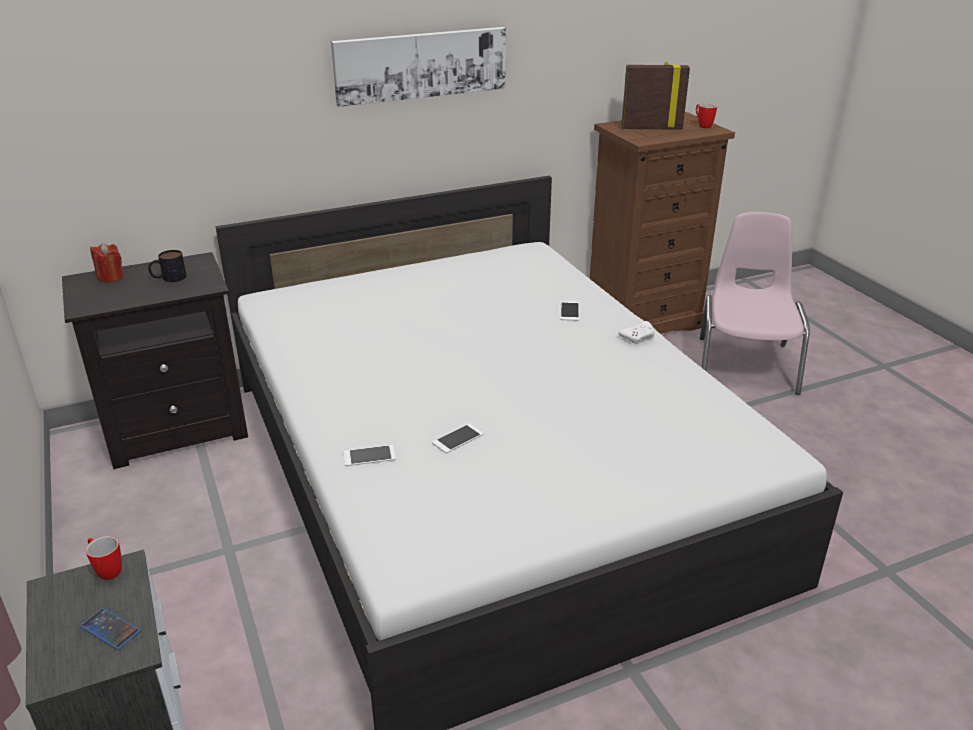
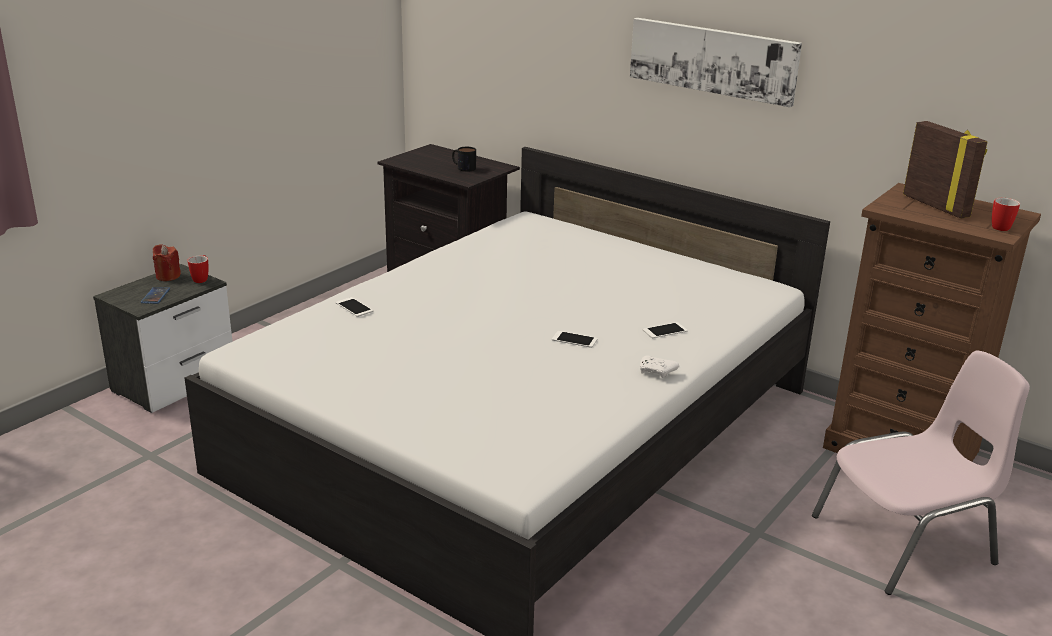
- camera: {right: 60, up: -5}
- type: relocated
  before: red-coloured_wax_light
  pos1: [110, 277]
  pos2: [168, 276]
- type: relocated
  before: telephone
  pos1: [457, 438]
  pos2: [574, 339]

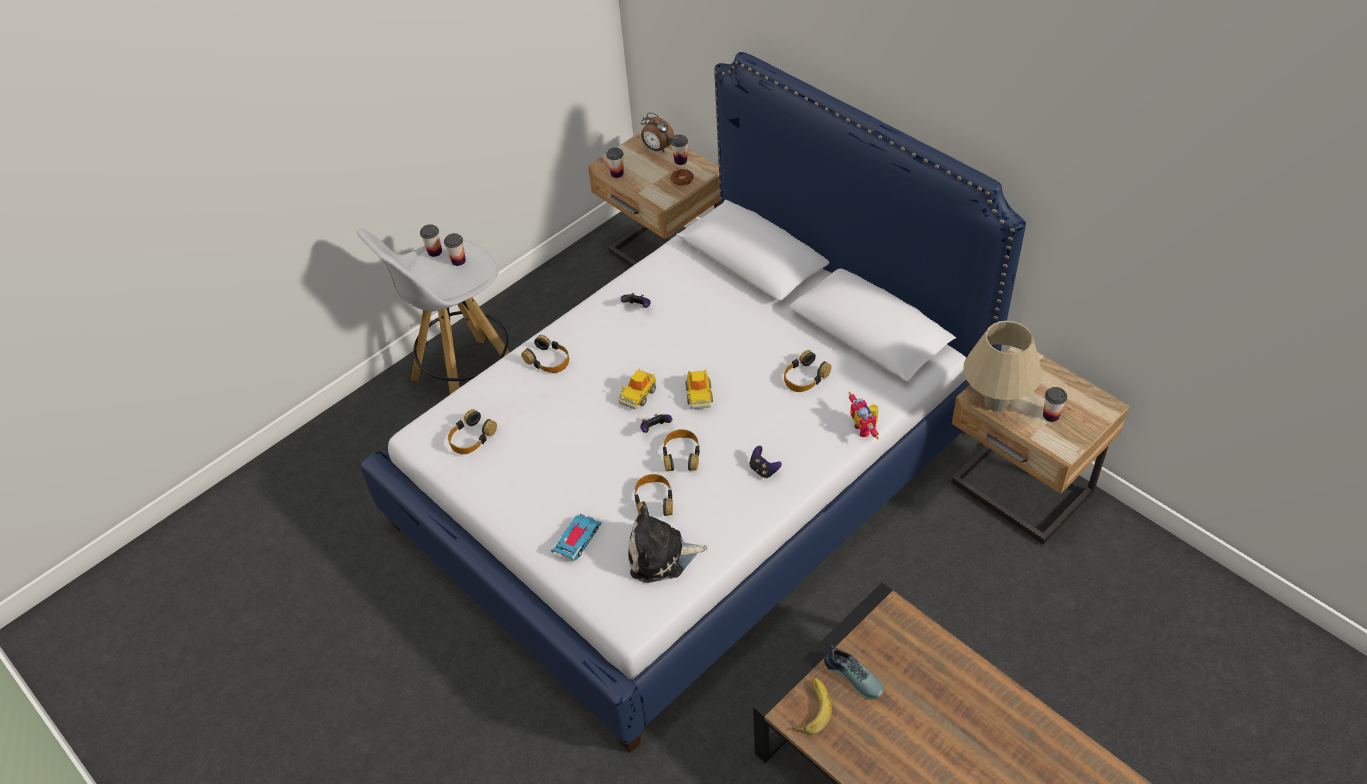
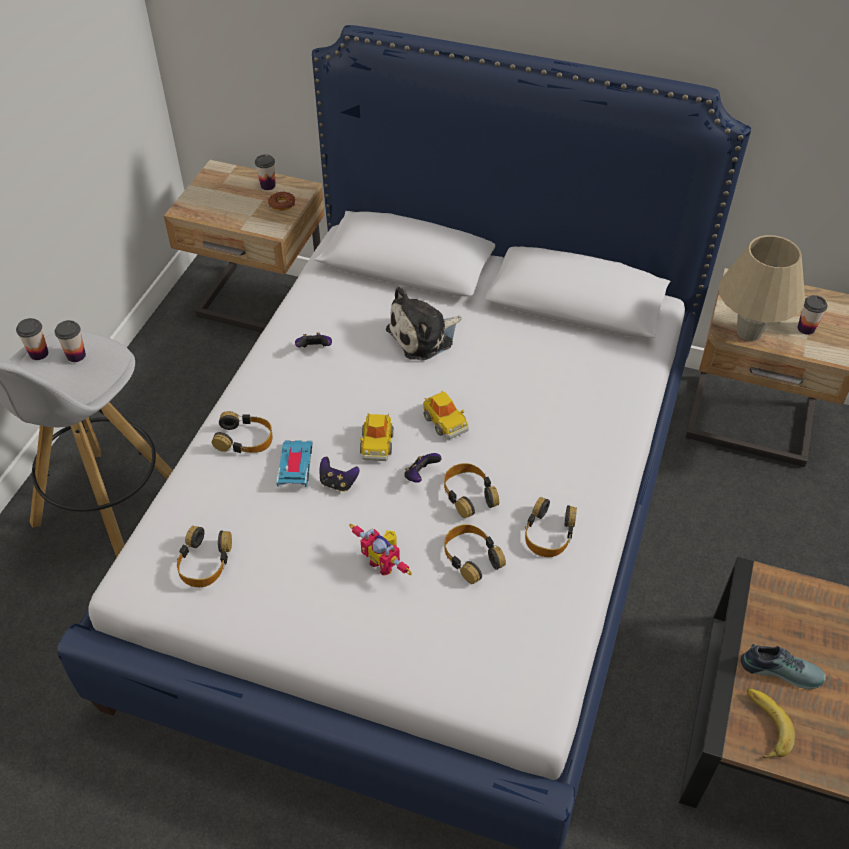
- camera: {right: -30, up: 0}
- type: missing
  before: cup
  pos1: [617, 173]
- type: missing
  before: alarm_clock
  pos1: [657, 149]
- type: relocated
  before: miniature_car
  pos1: [577, 539]
  pos2: [295, 466]
- type: relocated
  before: cuddly_toy
  pos1: [661, 556]
  pos2: [423, 336]
- type: relocated
  before: gamepad
  pos1: [763, 470]
  pos2: [338, 483]
- type: relocated
  before: pair_of_headphones
  pos1: [805, 377]
  pos2: [549, 533]
- type: relocated
  before: model_robot
  pos1: [865, 428]
  pos2: [384, 562]

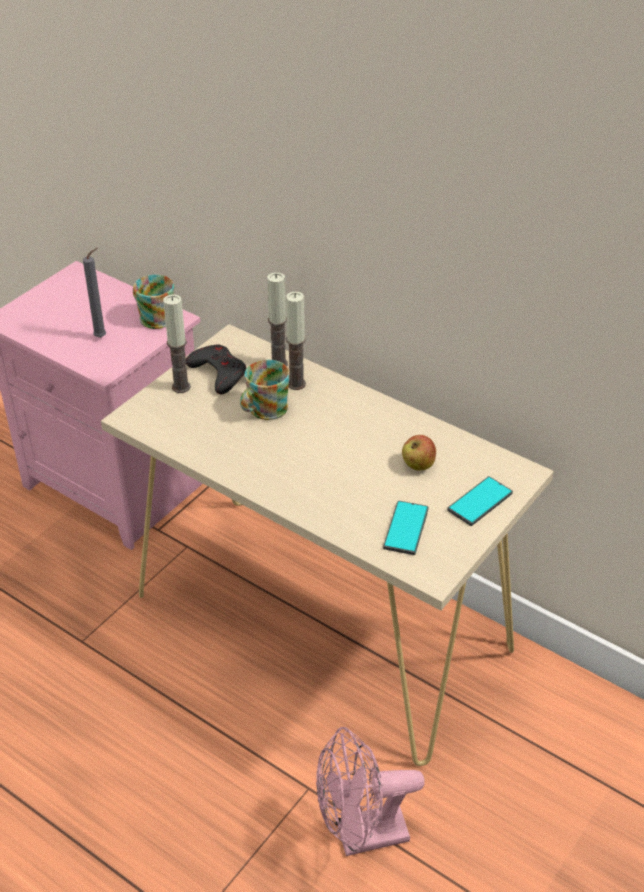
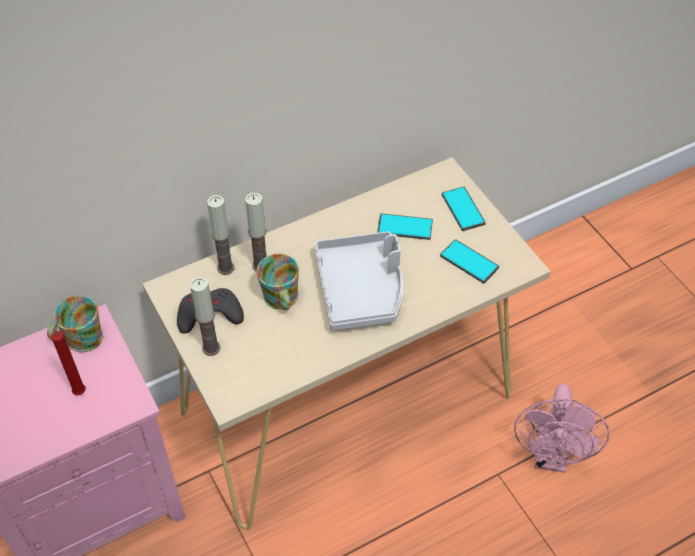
- camera: {right: -65, up: 10}
- type: appeared
  after: gray_serving_tray
  pos2: [361, 289]
- type: exchanged
  before: apple
  after: telephone
  pos1: [418, 465]
  pos2: [405, 227]
- type: colour
  before: gray_wax_light
  after: red-coloured_wax_light
  pos1: [102, 337]
  pos2: [80, 390]

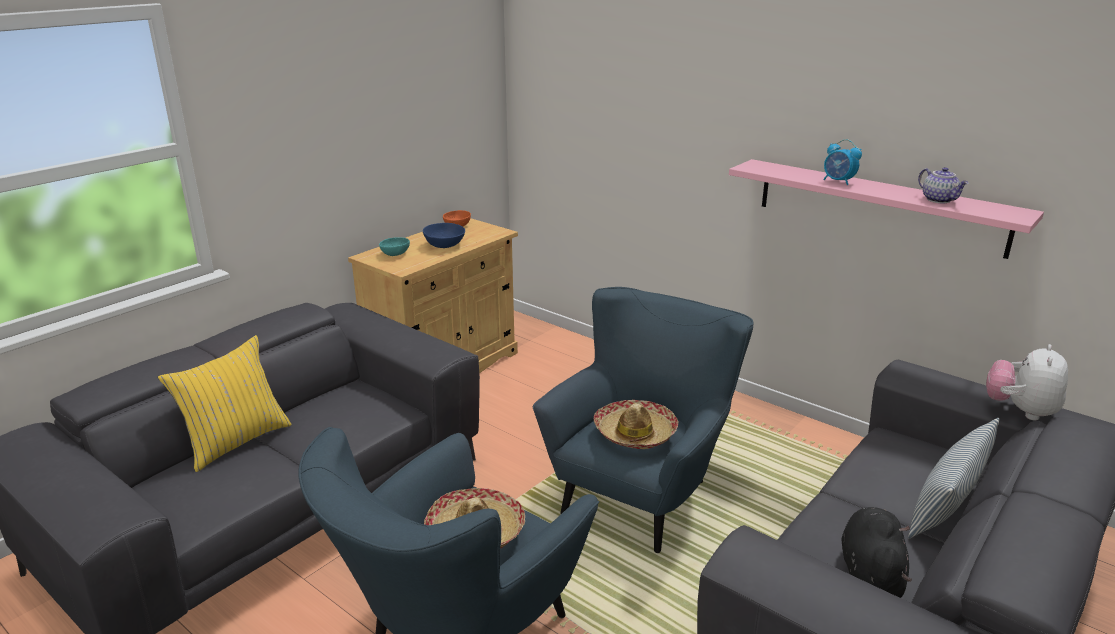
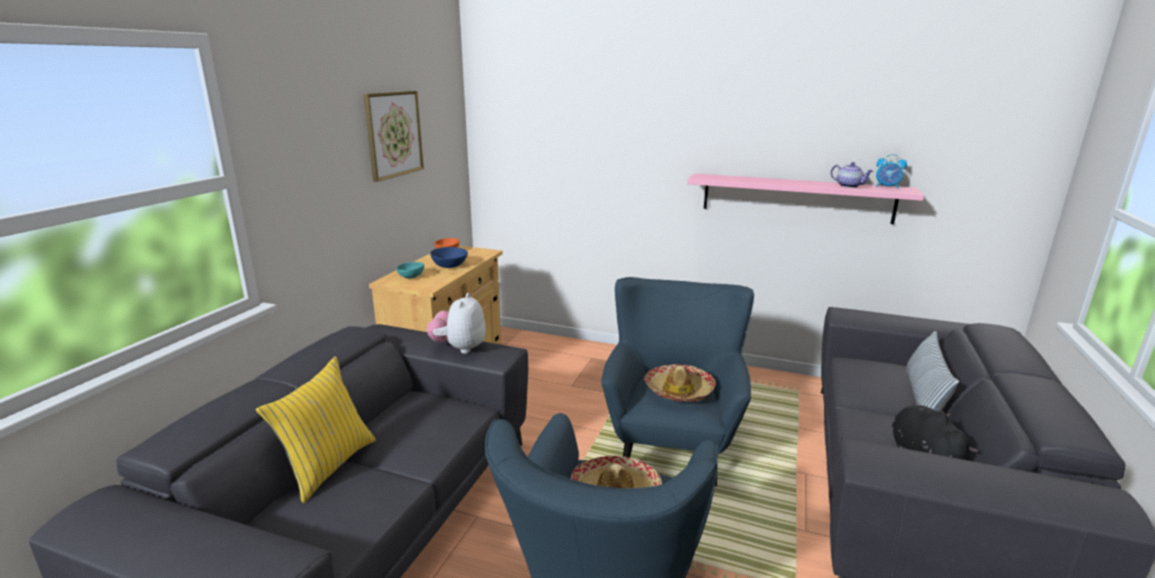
- camera: {right: -20, up: -5}
- type: appeared
  after: wall_art
  pos2: [393, 134]
- type: relocated
  before: alarm_clock
  pos1: [838, 181]
  pos2: [887, 187]
- type: relocated
  before: cuddly_toy
  pos1: [1020, 411]
  pos2: [459, 348]

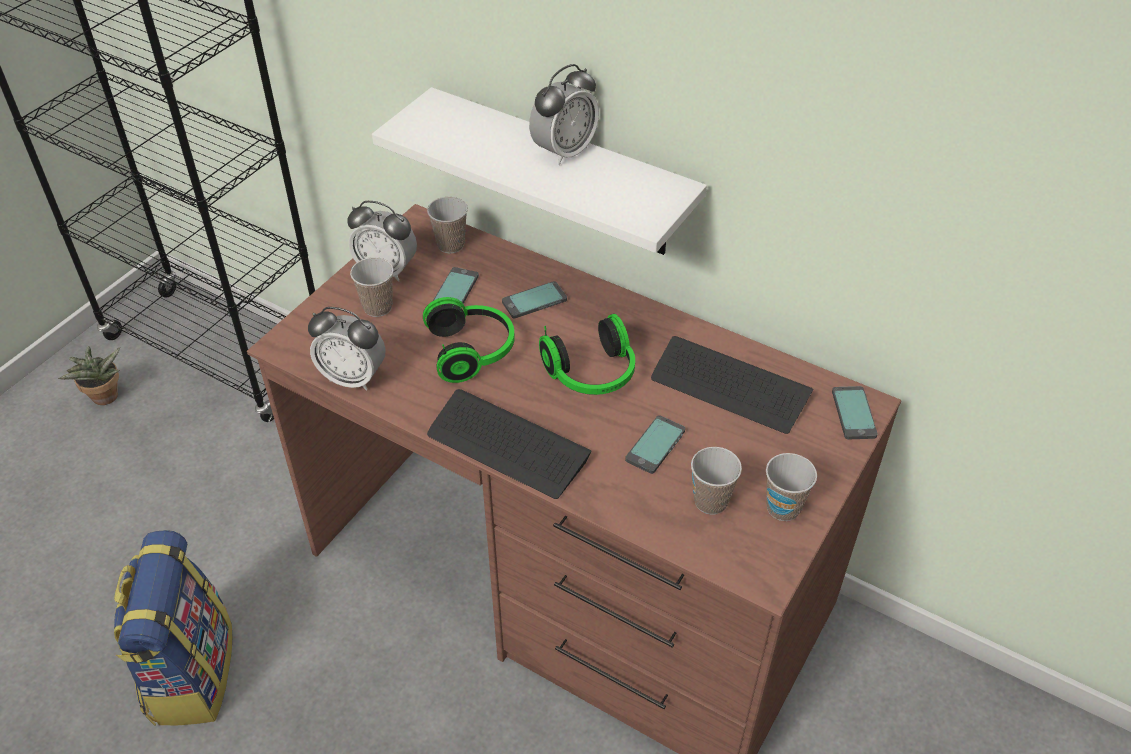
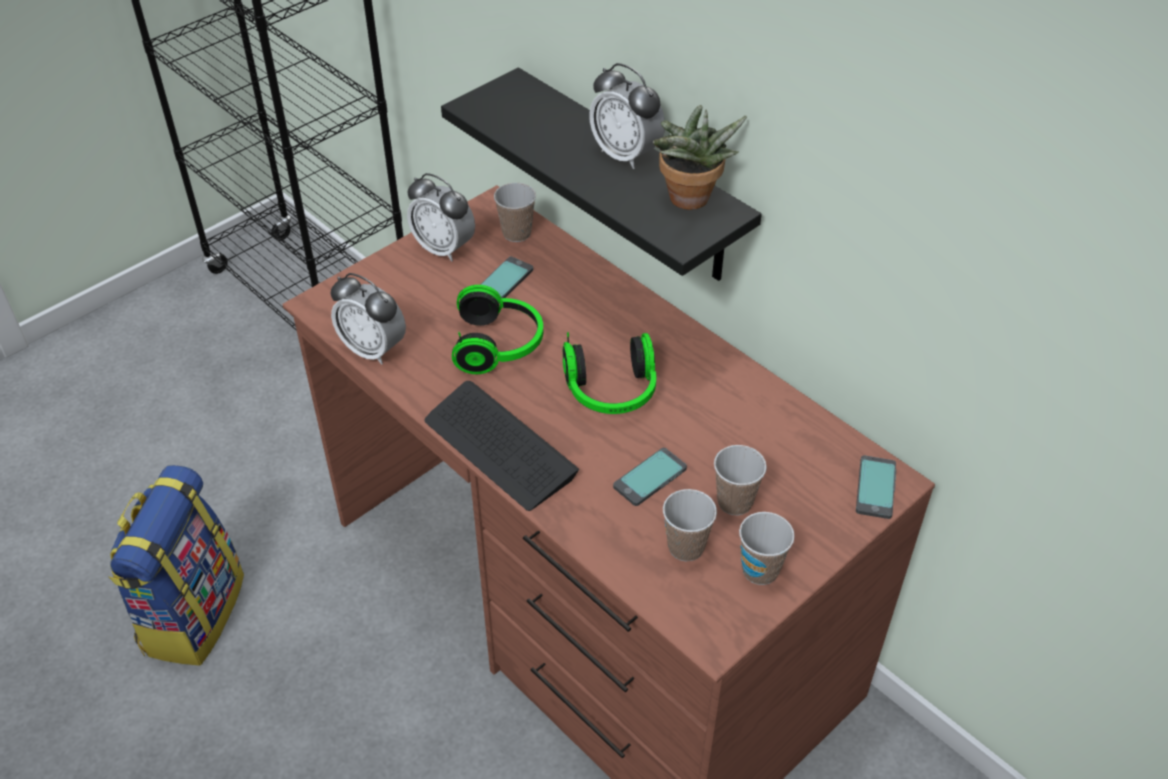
- camera: {right: 15, up: 0}
- type: missing
  before: telephone
  pos1: [534, 301]
- type: missing
  before: computer_keyboard
  pos1: [729, 387]
- type: relocated
  before: plant_in_a_pot
  pos1: [105, 399]
  pos2: [690, 202]
- type: relocated
  before: cup
  pos1: [377, 307]
  pos2: [734, 502]
- type: colour
  before: whitish_bracket_shelf
  after: black_bracket_shelf
  pos1: [562, 174]
  pos2: [630, 178]
- type: spun
  before: alarm_clock
  pos1: [564, 152]
  pos2: [626, 155]
  turn: 75

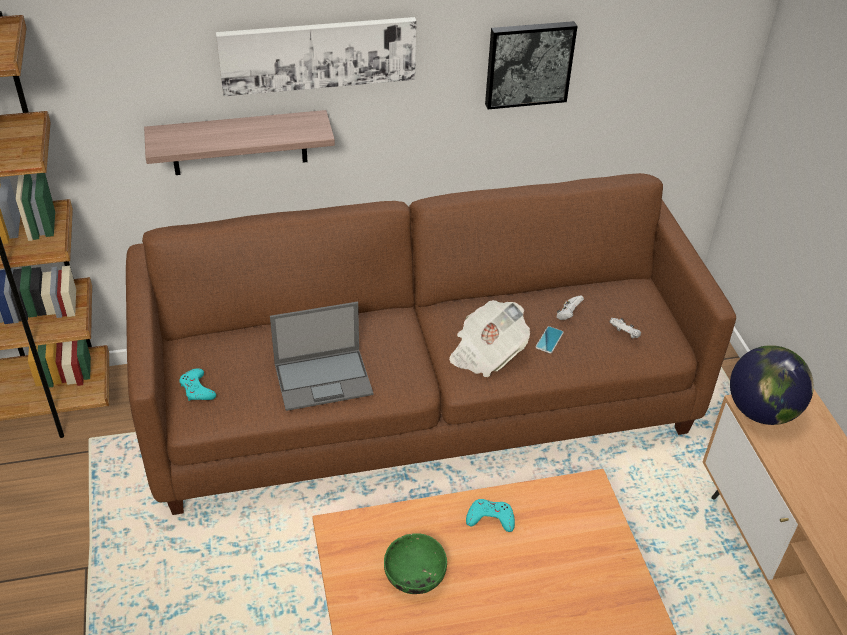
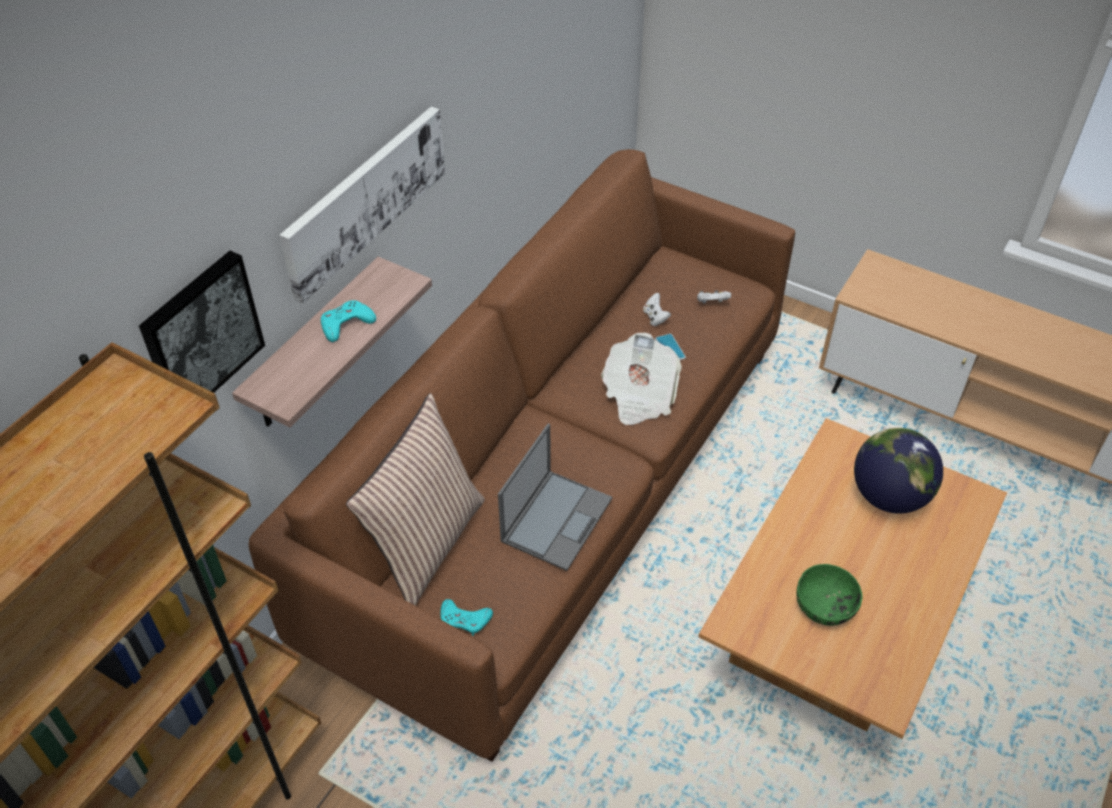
- camera: {right: -45, up: 5}
- type: appeared
  after: throw_pillow
  pos2: [426, 543]
- type: relocated
  before: blue-green_gamepad
  pos1: [490, 518]
  pos2: [346, 324]
- type: relocated
  before: wall_art
  pos1: [528, 63]
  pos2: [200, 333]
- type: relocated
  before: globe
  pos1: [761, 411]
  pos2: [889, 496]

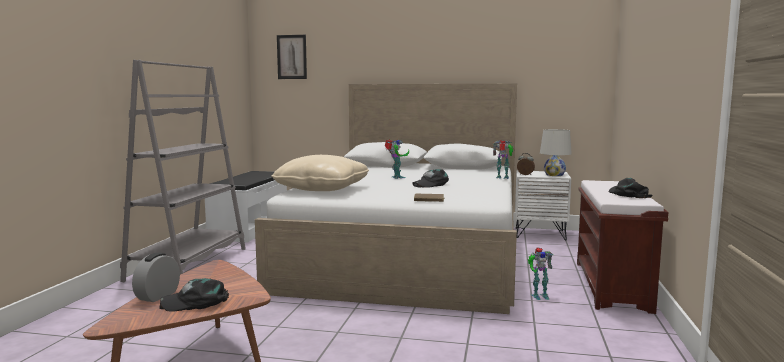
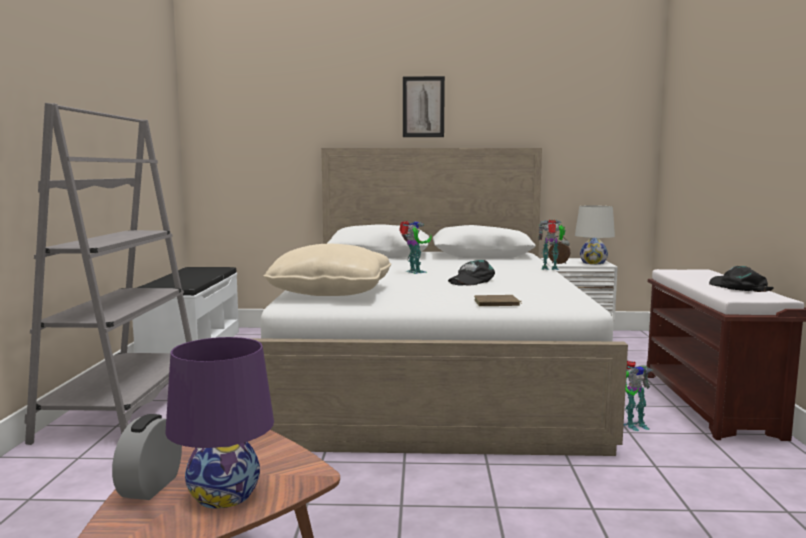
- camera: {right: -10, up: 0}
- type: relocated
  before: wall_art
  pos1: [292, 57]
  pos2: [423, 107]
- type: exchanged
  before: black_peaked_cap
  after: purple_lamp_for_a_table
  pos1: [196, 302]
  pos2: [224, 494]

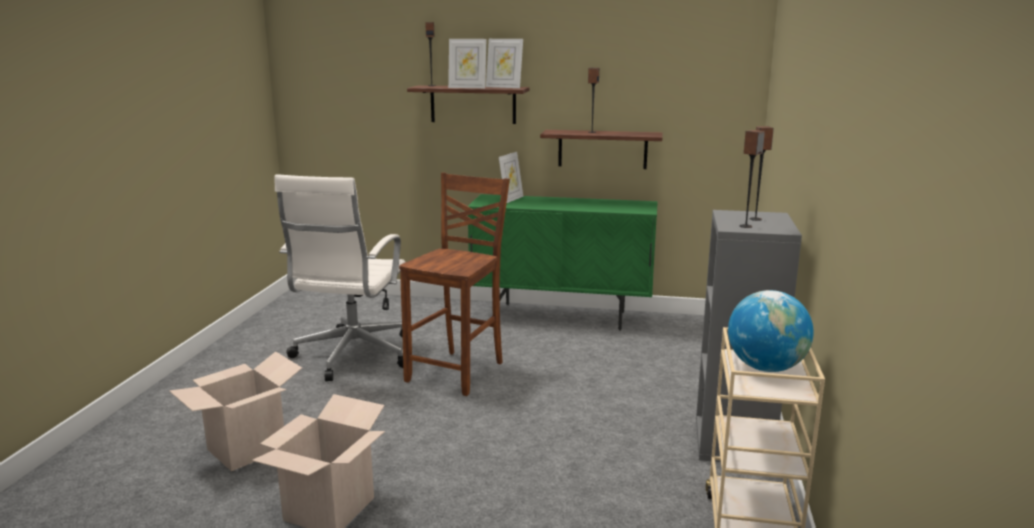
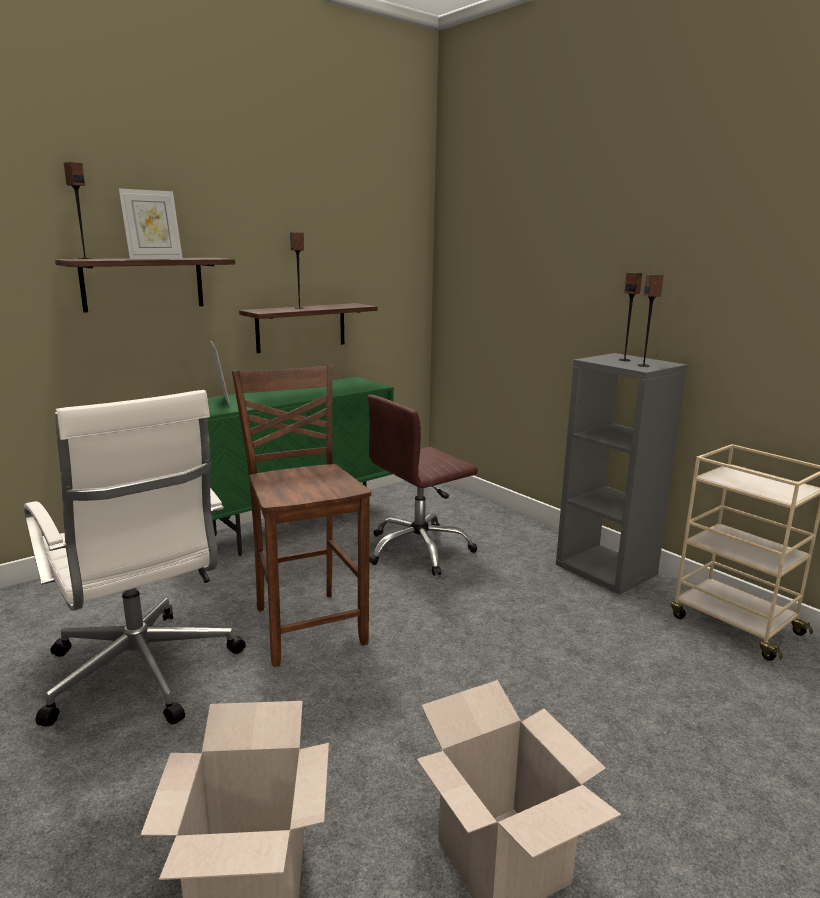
- camera: {right: -50, up: 0}
- type: missing
  before: photo_frame
  pos1: [504, 87]
- type: missing
  before: globe
  pos1: [765, 368]
- type: appeared
  after: brown-coloured_desk_chair
  pos2: [419, 550]

